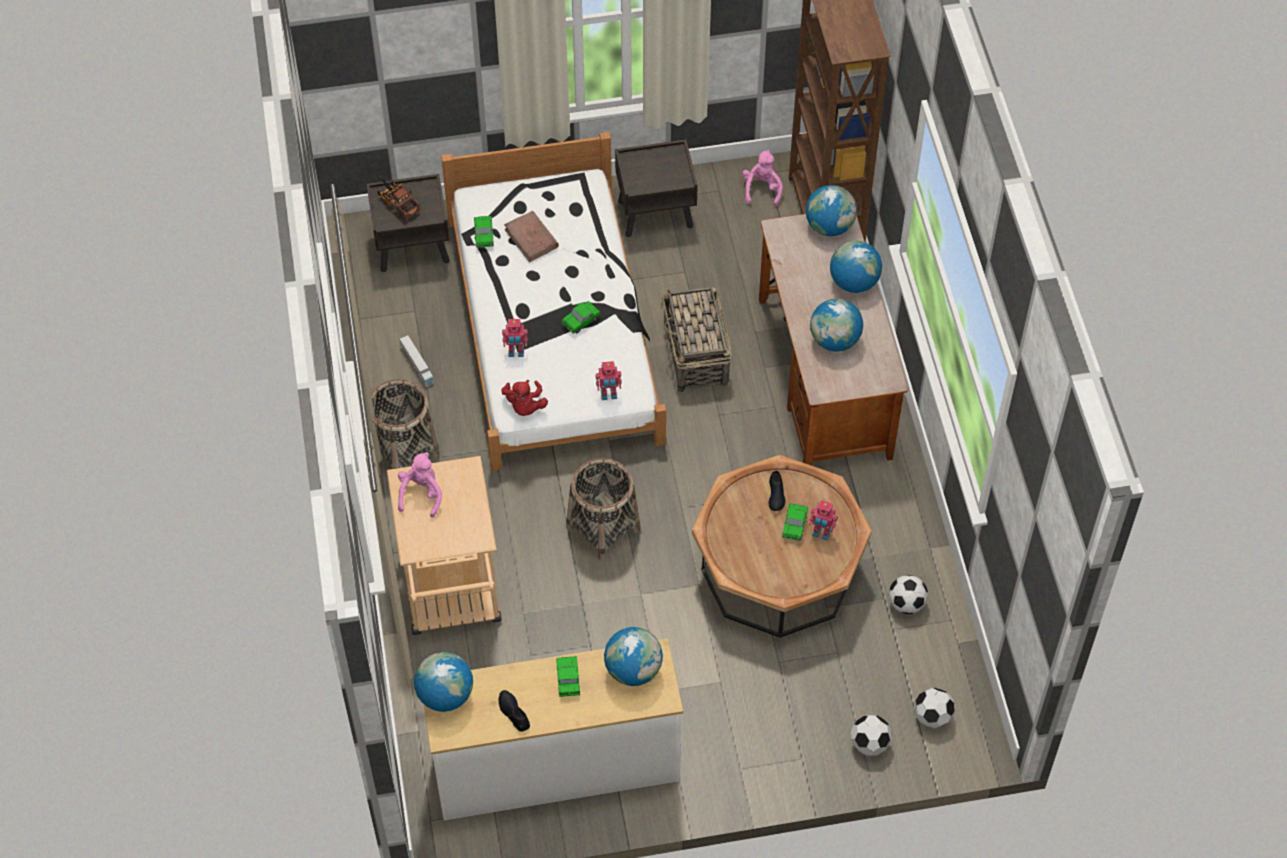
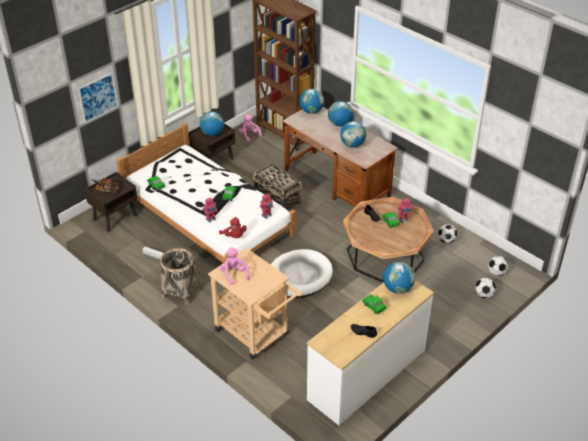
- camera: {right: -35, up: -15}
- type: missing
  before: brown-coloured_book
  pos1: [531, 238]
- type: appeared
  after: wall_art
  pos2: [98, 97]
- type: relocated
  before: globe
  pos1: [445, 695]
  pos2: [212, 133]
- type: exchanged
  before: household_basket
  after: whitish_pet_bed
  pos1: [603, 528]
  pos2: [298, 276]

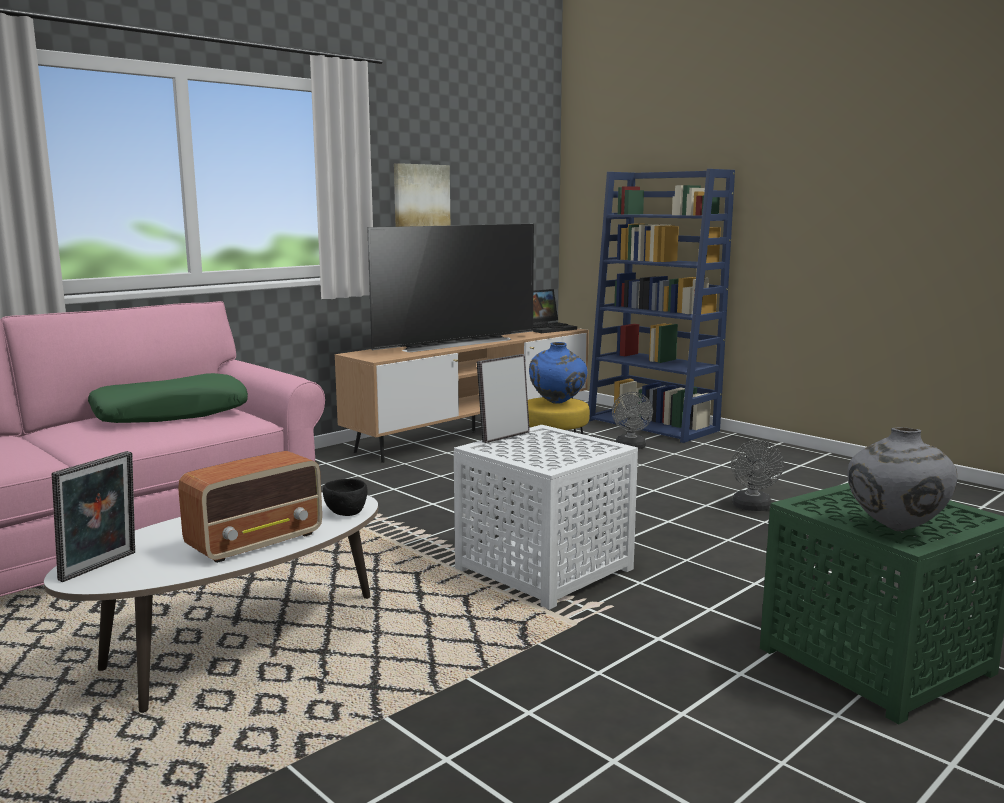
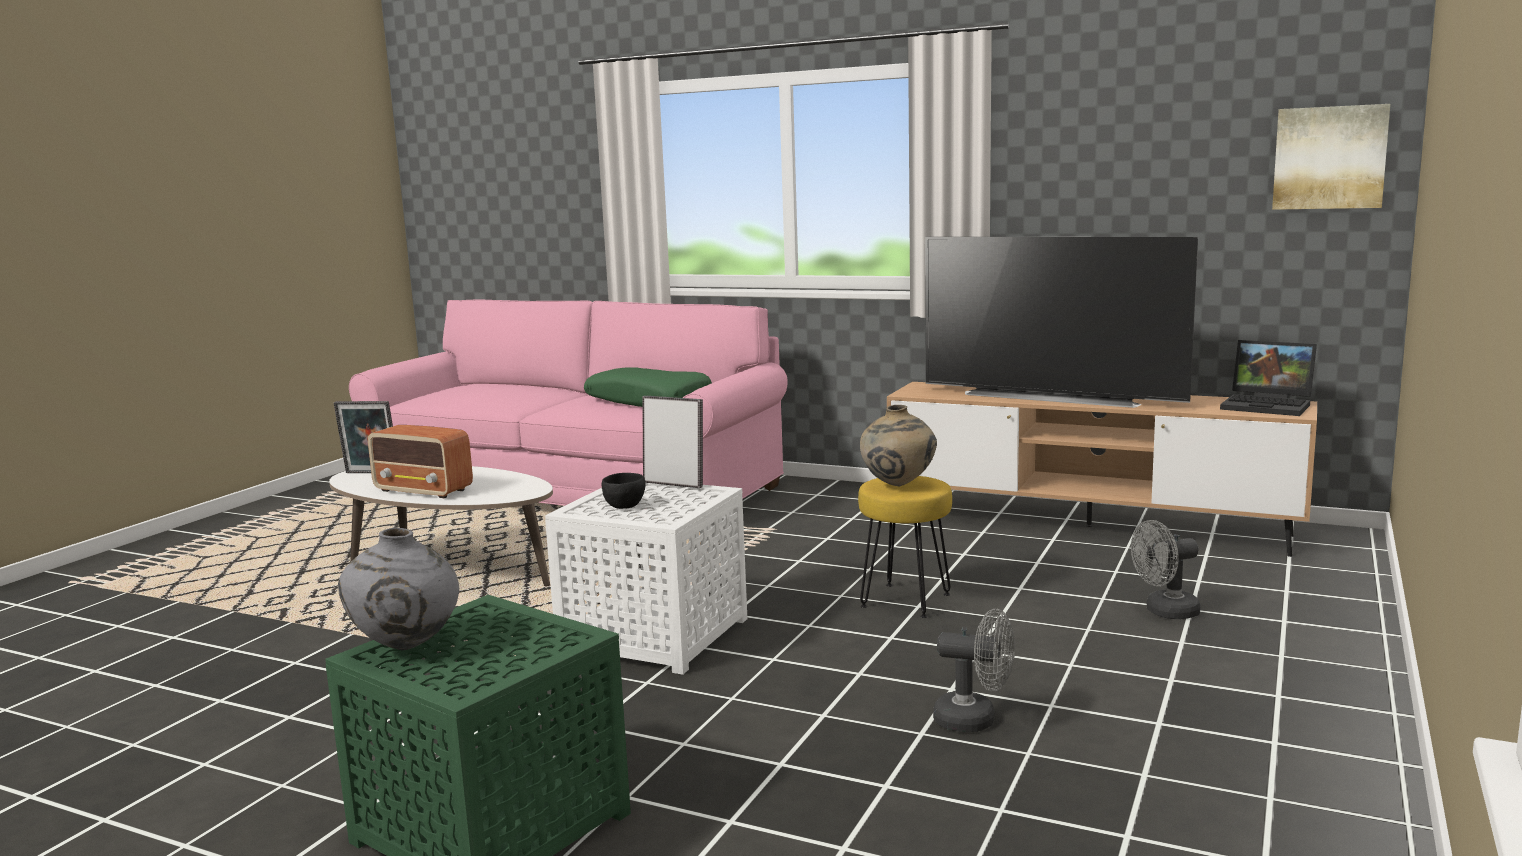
- camera: {right: 70, up: 0}
- type: missing
  before: blue-coloured_shelving_unit
  pos1: [653, 425]
- type: relocated
  before: black_deep_dish
  pos1: [345, 513]
  pos2: [623, 505]
- type: relocated
  before: wall_art
  pos1: [421, 198]
  pos2: [1329, 157]
- type: colour
  before: blue-coloured_flower_vase
  after: beige-coloured_flower_vase
  pos1: [557, 403]
  pos2: [898, 486]
- type: spun
  before: gray_electric_fan
  pos1: [752, 508]
  pos2: [975, 720]
  turn: -150

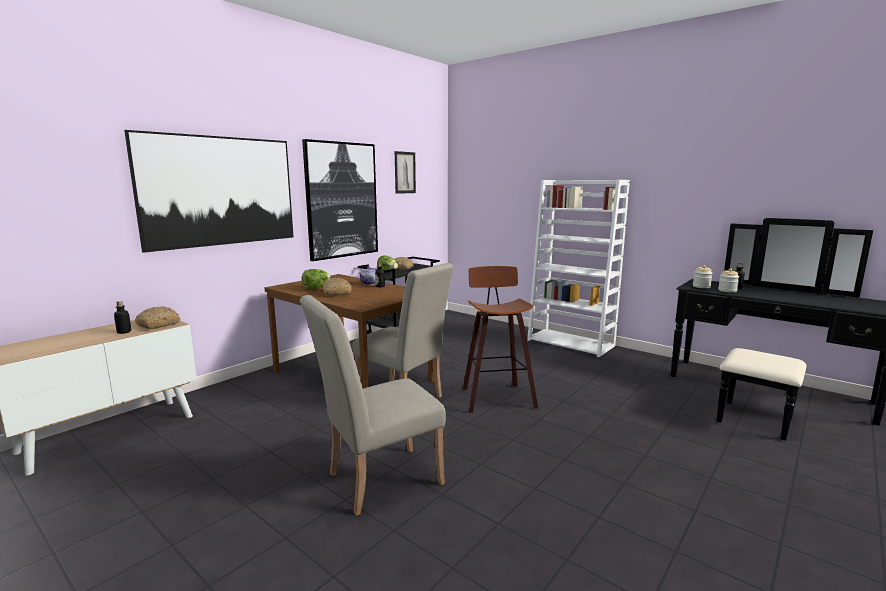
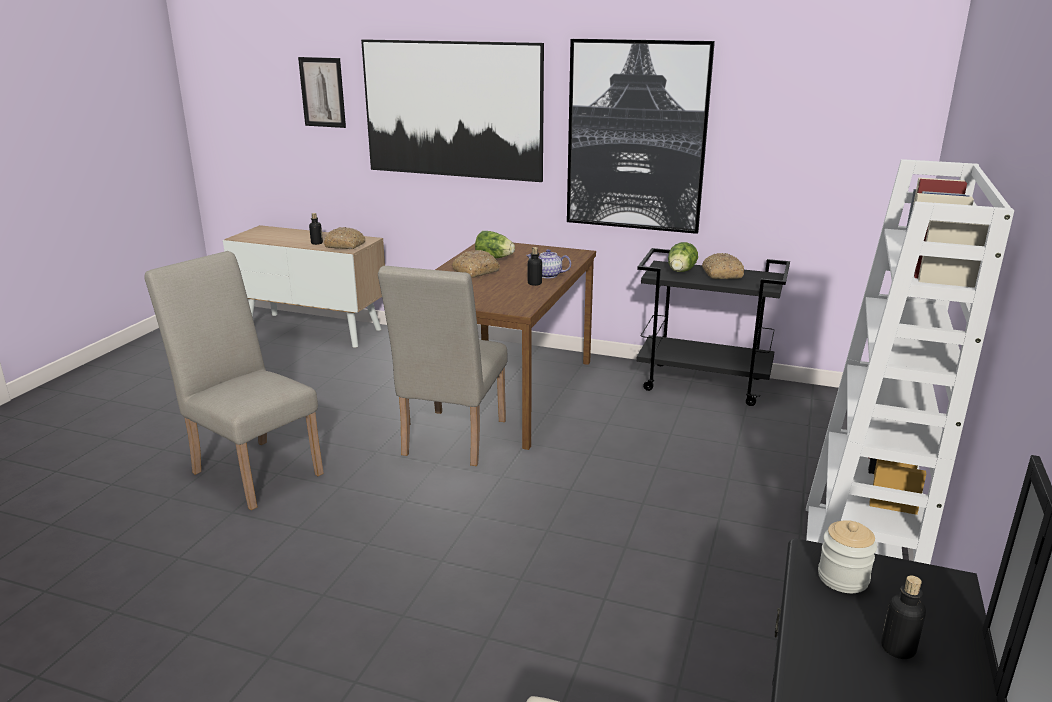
- camera: {right: 70, up: 10}
- type: missing
  before: stool_seat
  pos1: [495, 397]
- type: missing
  before: preserve_jar
  pos1: [727, 290]
- type: relocated
  before: wall_art
  pos1: [405, 172]
  pos2: [322, 92]

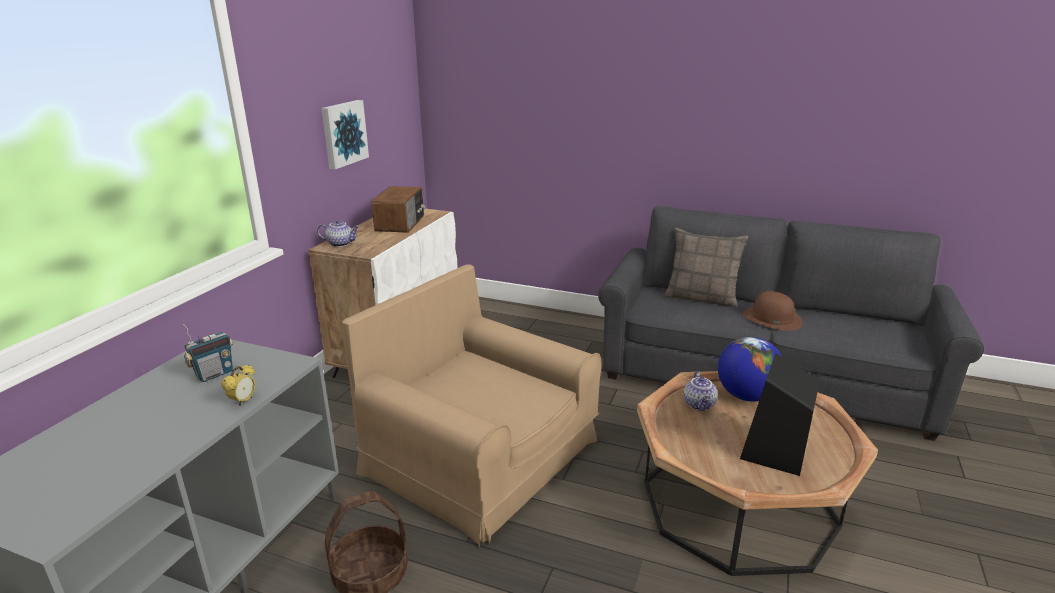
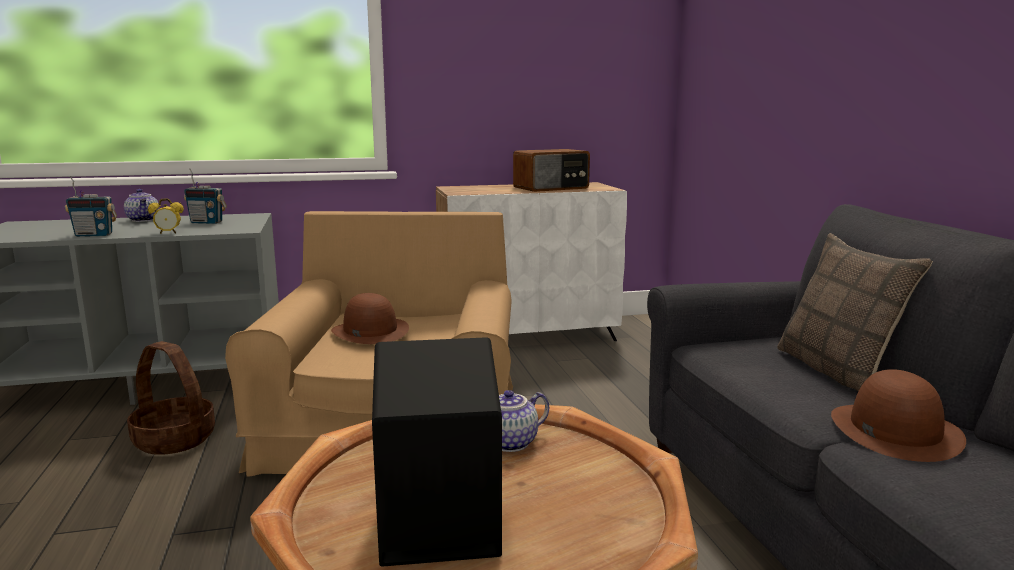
- camera: {right: 55, up: -10}
- type: missing
  before: wall_art
  pos1: [343, 133]
- type: missing
  before: globe
  pos1: [746, 396]
- type: appeared
  after: radio_receiver
  pos2: [94, 235]
- type: appeared
  after: brown-coloured_clothing_hat
  pos2: [370, 331]
- type: relocated
  before: tea_pot
  pos1: [340, 244]
  pos2: [144, 220]

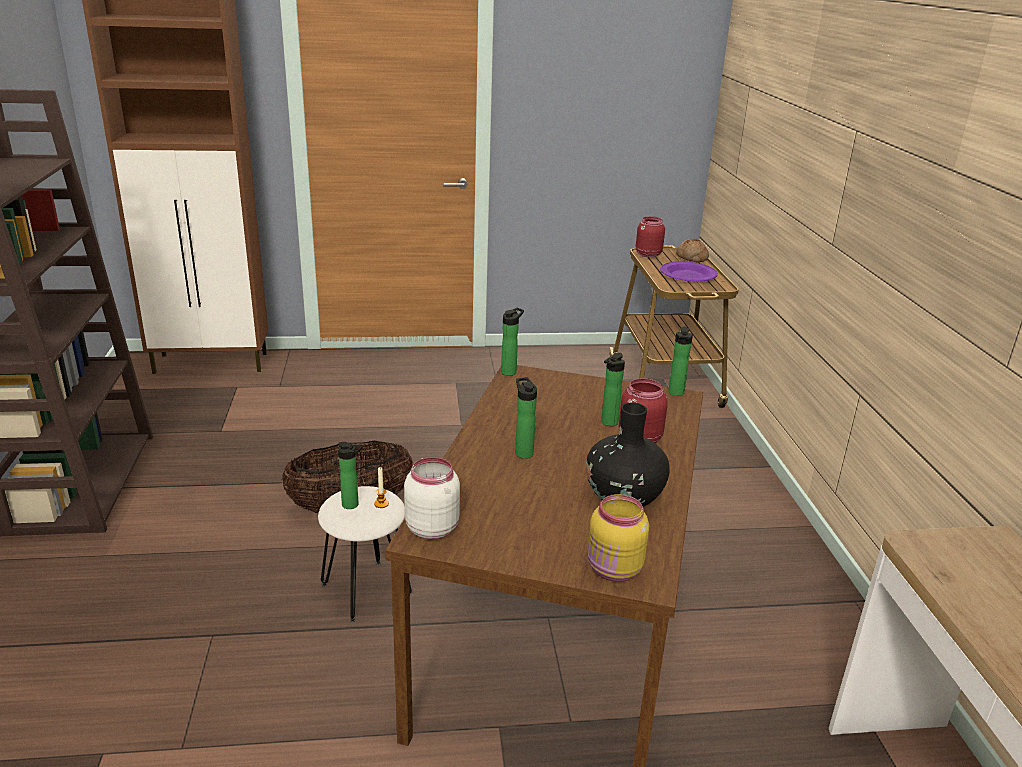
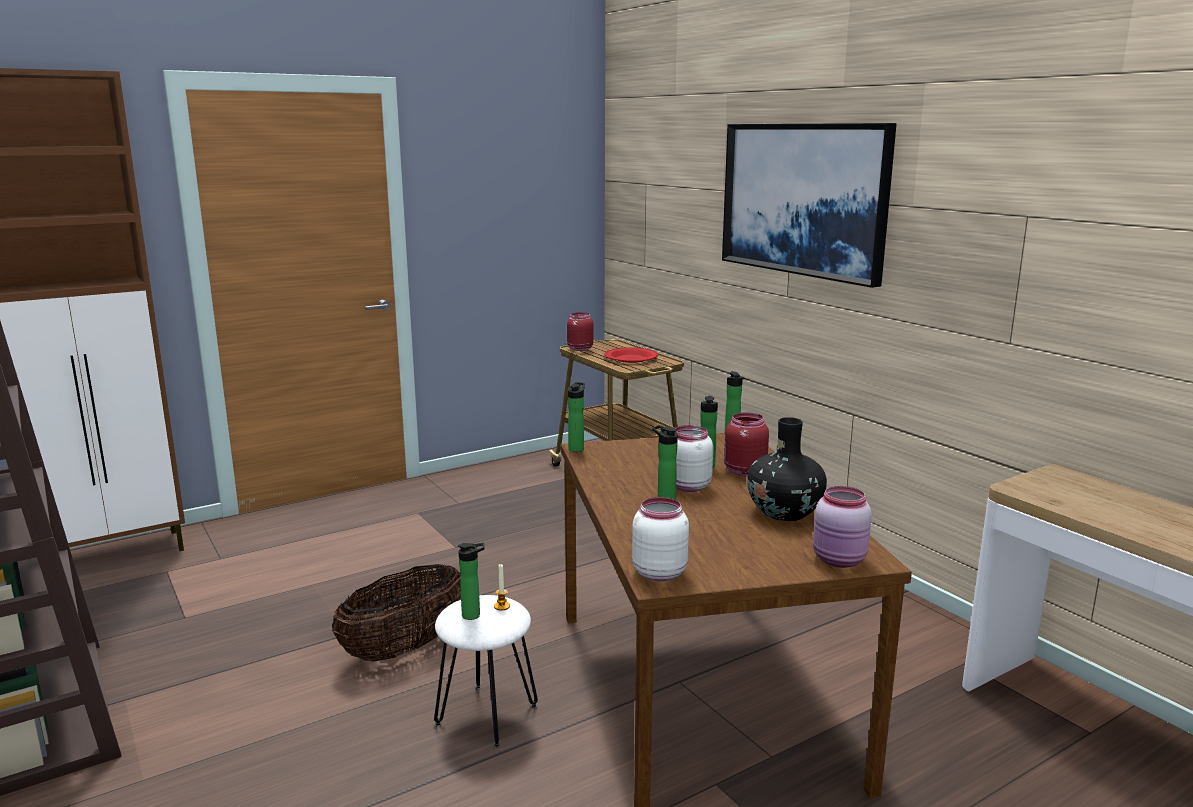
- camera: {right: -25, up: -10}
- type: missing
  before: bakery_bread
  pos1: [691, 258]
- type: appeared
  after: whitish_preserve_jar
  pos2: [688, 487]
- type: appeared
  after: wall_art
  pos2: [803, 199]
- type: colour
  before: yellow_preserve_jar
  after: pink_preserve_jar
  pos1: [614, 570]
  pos2: [840, 561]
- type: colour
  before: purple_flat_dish
  after: red-coloured_flat_dish
  pos1: [687, 275]
  pos2: [630, 358]

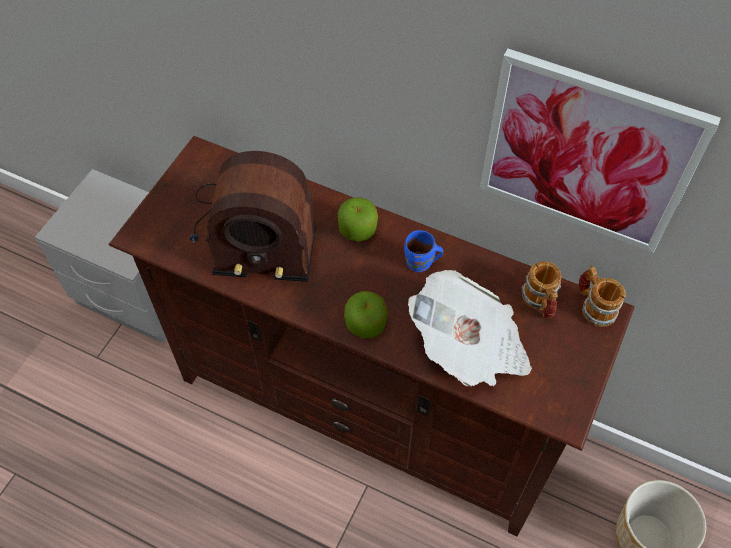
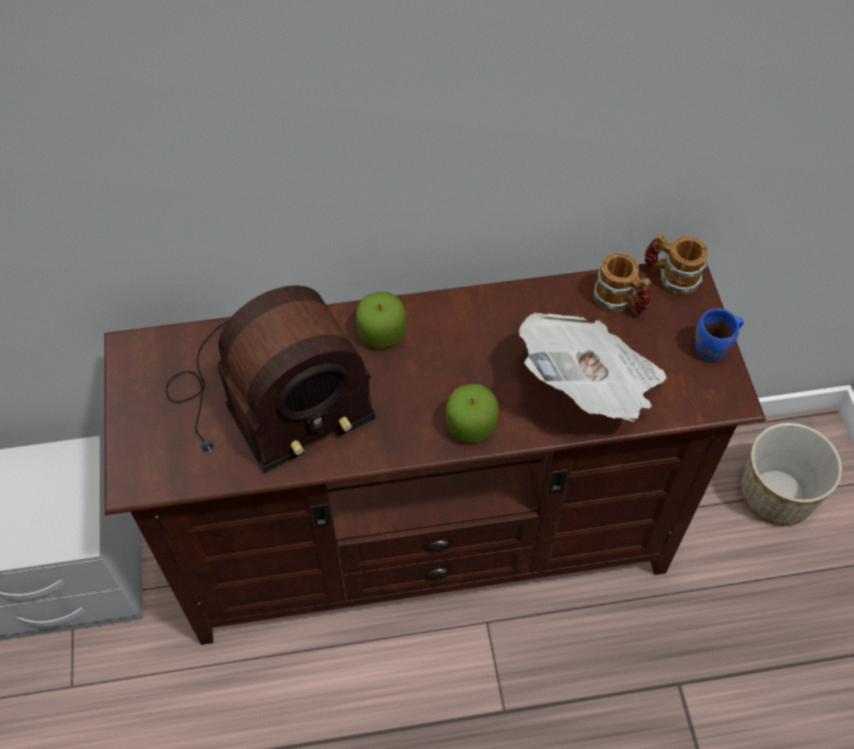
- camera: {right: -35, up: 0}
- type: missing
  before: wall_art
  pos1: [587, 153]
- type: relocated
  before: blue-coloured_tea_mug
  pos1: [420, 264]
  pos2: [713, 349]

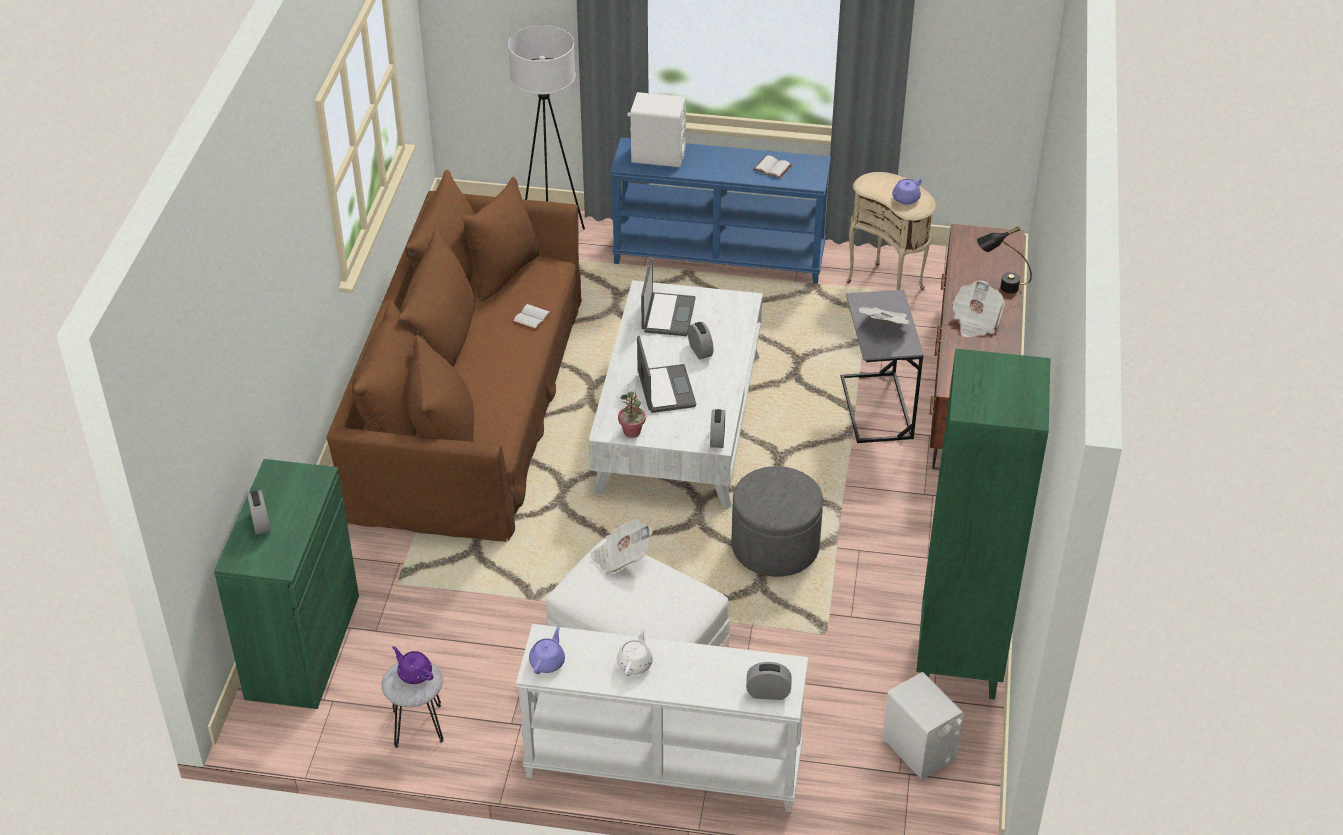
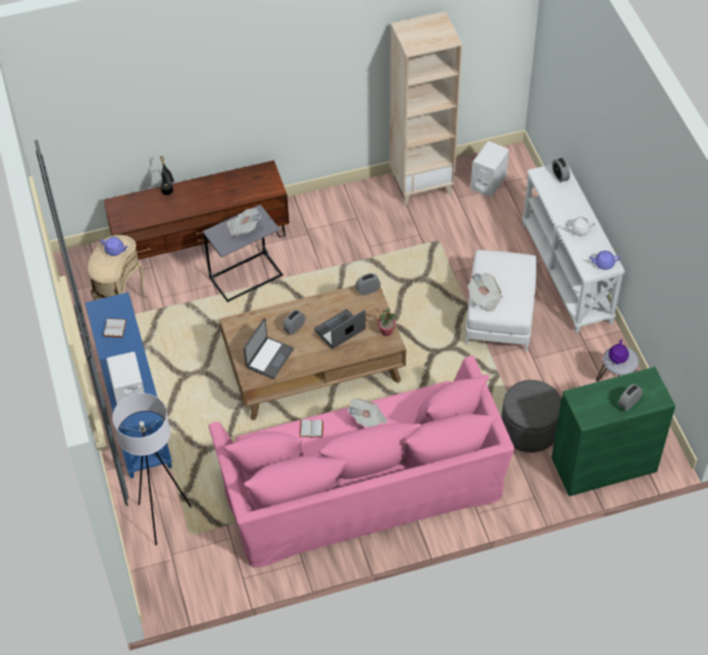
- camera: {right: -115, up: 10}
- type: relocated
  before: gray_pouffe
  pos1: [775, 546]
  pos2: [529, 429]
- type: relocated
  before: newspaper
  pos1: [975, 321]
  pos2: [367, 419]
- type: colour
  before: brown-coloured_couch
  after: pink_couch
  pos1: [470, 404]
  pos2: [360, 483]
- type: colour
  before: whitish_coffee_table
  after: brown-coloured_coffee_table
  pos1: [679, 422]
  pos2: [313, 366]
- type: colour
  before: green-coloured_shelving_unit
  after: beige-coloured_shelving_unit
  pos1: [959, 660]
  pos2: [421, 184]
- type: spun
  before: portable_computer
  pos1: [667, 315]
  pos2: [269, 358]
  turn: 135

